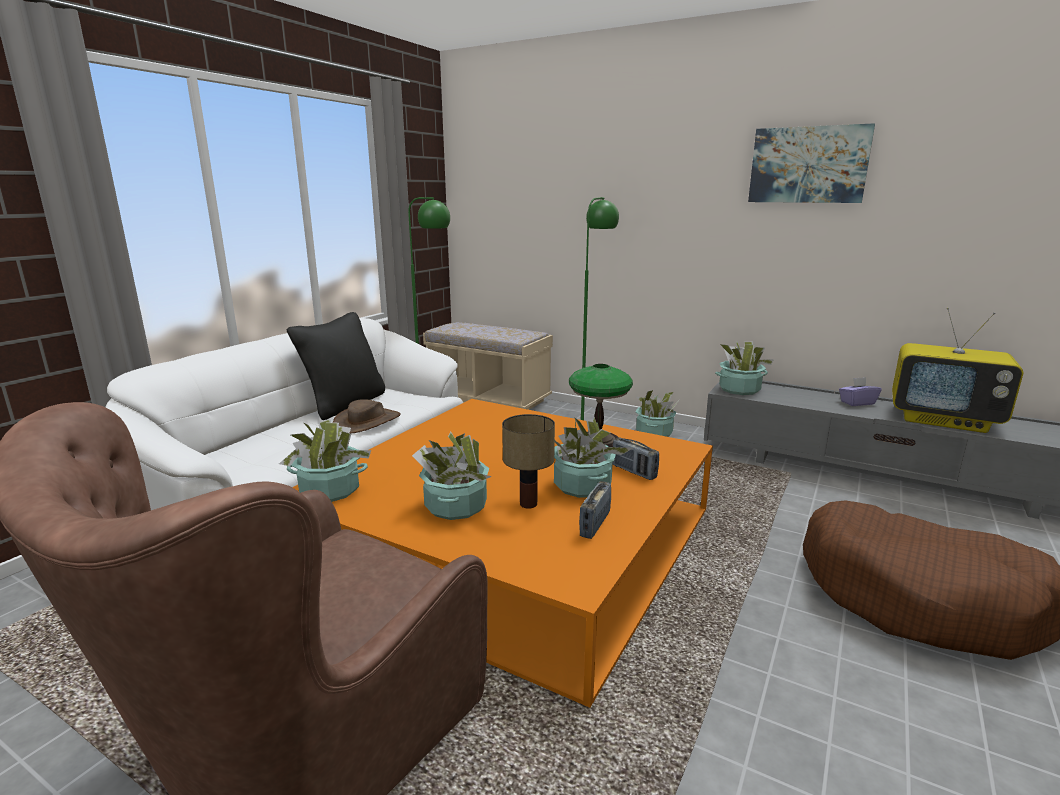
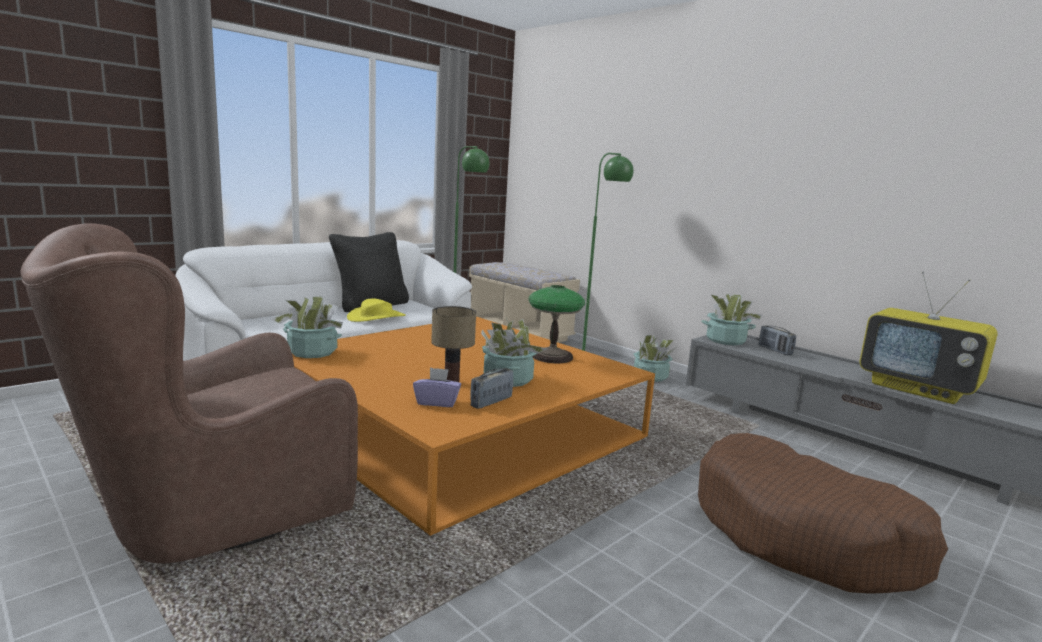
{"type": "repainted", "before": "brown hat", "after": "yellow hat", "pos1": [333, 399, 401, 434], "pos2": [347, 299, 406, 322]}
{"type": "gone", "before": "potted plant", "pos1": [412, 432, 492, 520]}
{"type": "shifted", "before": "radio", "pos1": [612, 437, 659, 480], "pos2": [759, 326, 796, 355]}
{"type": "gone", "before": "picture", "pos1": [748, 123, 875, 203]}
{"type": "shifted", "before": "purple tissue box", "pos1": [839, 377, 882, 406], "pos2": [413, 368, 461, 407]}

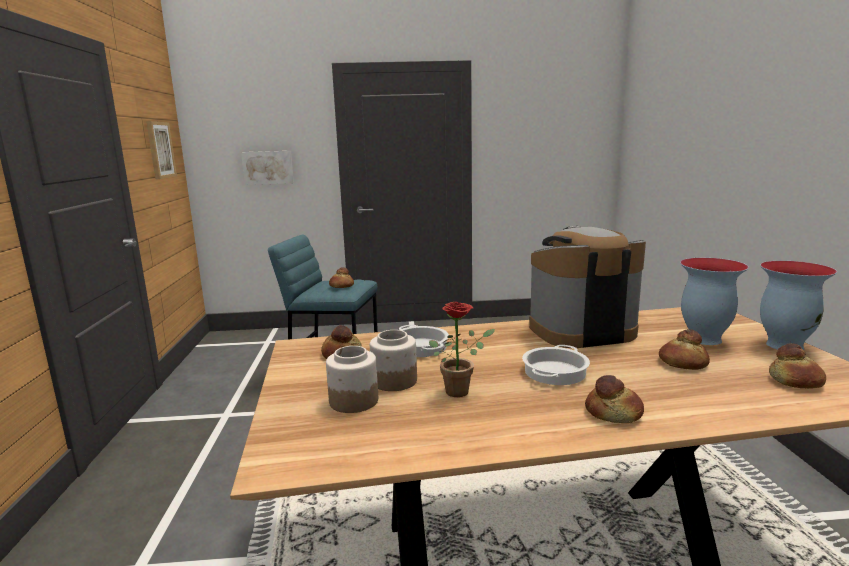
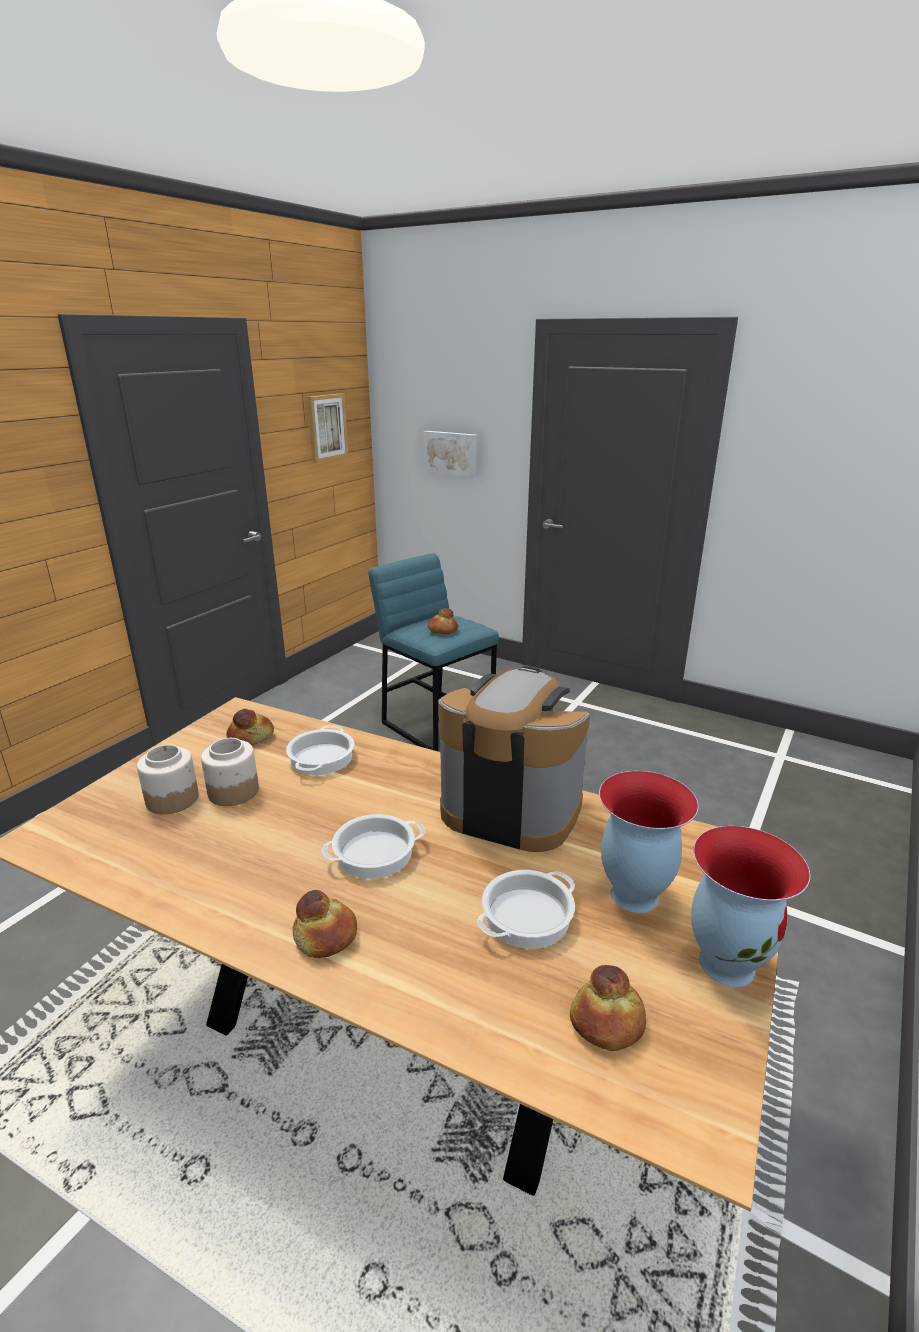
{"type": "gone", "before": "potted plant", "pos1": [429, 302, 495, 397]}
{"type": "swapped", "before": "bread", "after": "cooking pot", "pos1": [659, 329, 710, 370], "pos2": [477, 870, 575, 949]}

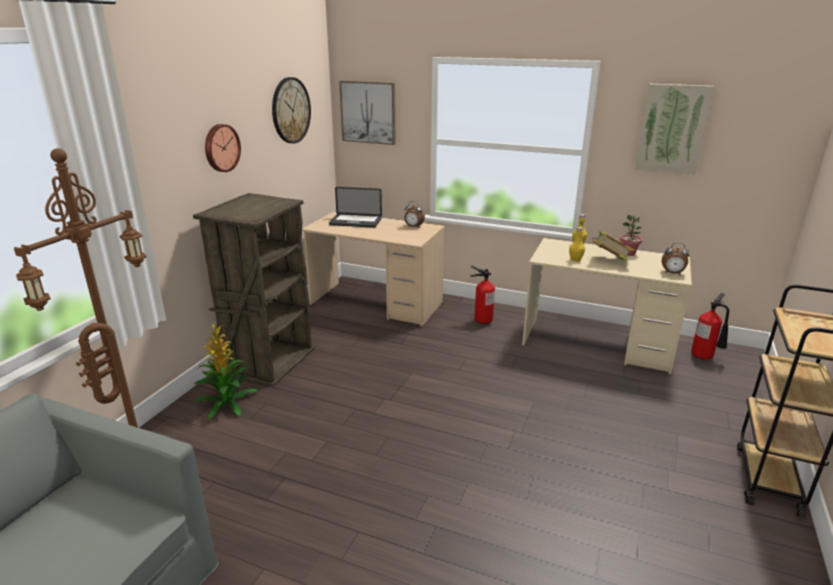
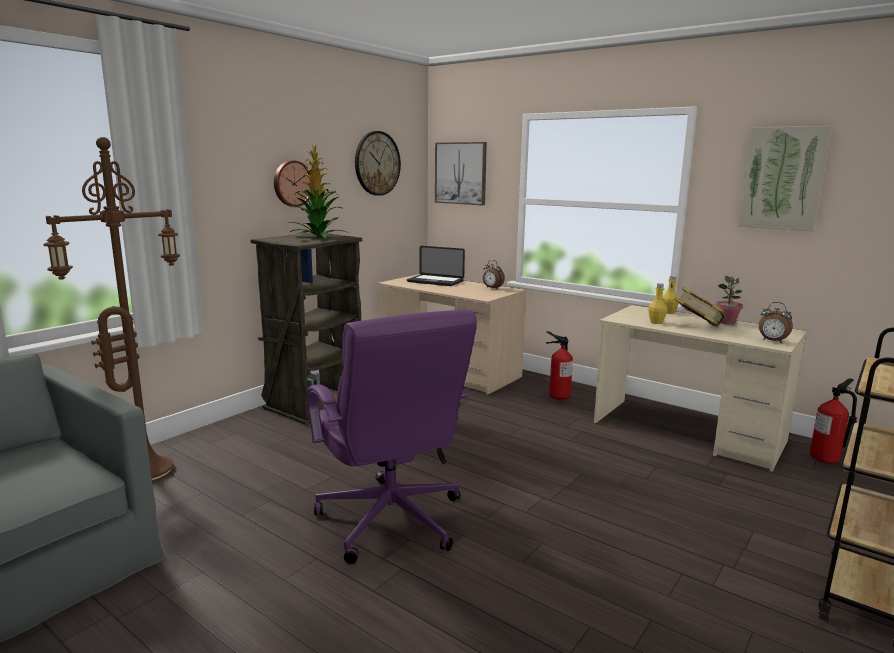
{"type": "shifted", "before": "potted plant", "pos1": [193, 322, 258, 419], "pos2": [290, 146, 346, 238]}
{"type": "new", "after": "purple office chair", "pos2": [307, 309, 477, 564]}

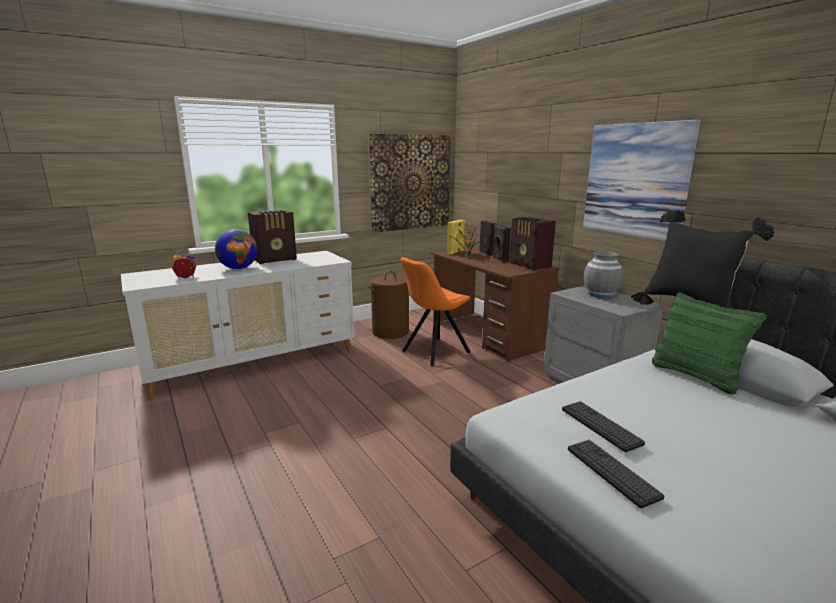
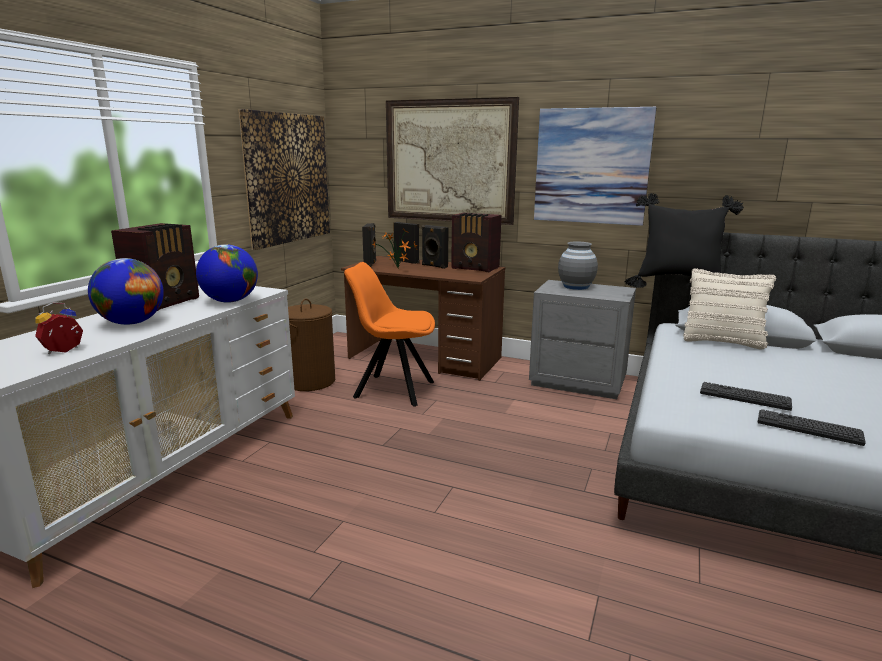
{"type": "rotated", "before": "orange chair", "pos1": [401, 257, 470, 366], "pos2": [344, 262, 435, 407], "turn": 90}
{"type": "repainted", "before": "yellow speaker", "after": "black speaker", "pos1": [447, 220, 465, 254], "pos2": [362, 223, 376, 267]}
{"type": "repainted", "before": "green pillow", "after": "beige pillow", "pos1": [652, 292, 767, 394], "pos2": [683, 268, 776, 349]}
{"type": "new", "after": "globe", "pos2": [196, 244, 258, 303]}
{"type": "new", "after": "picture", "pos2": [386, 97, 519, 225]}

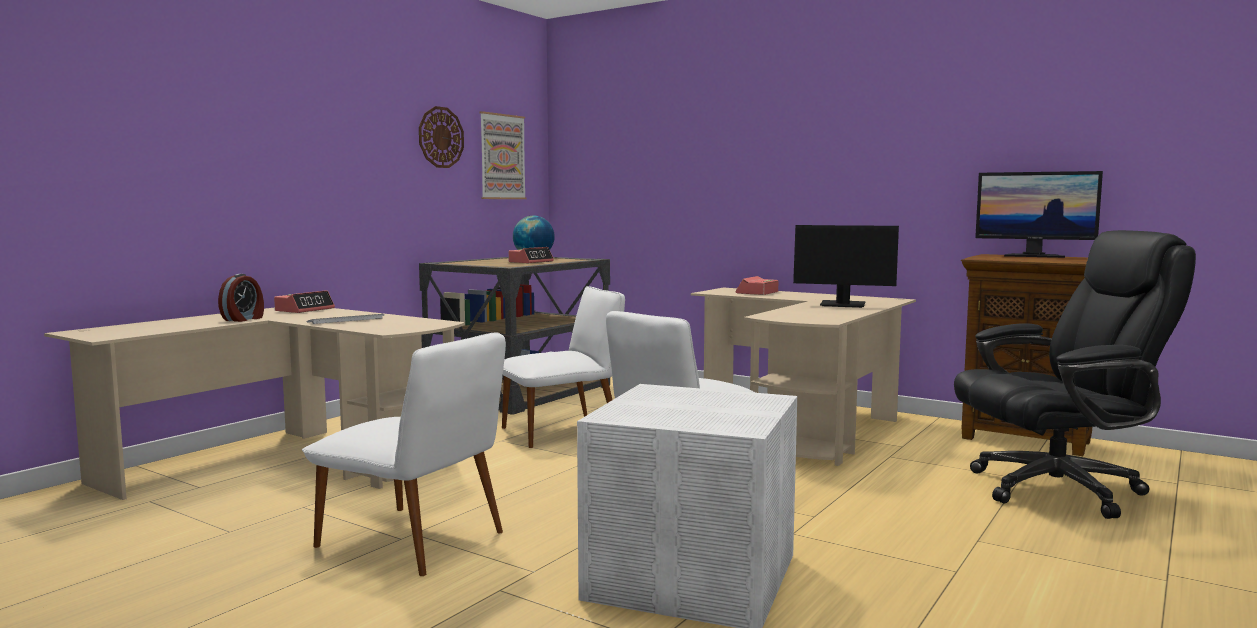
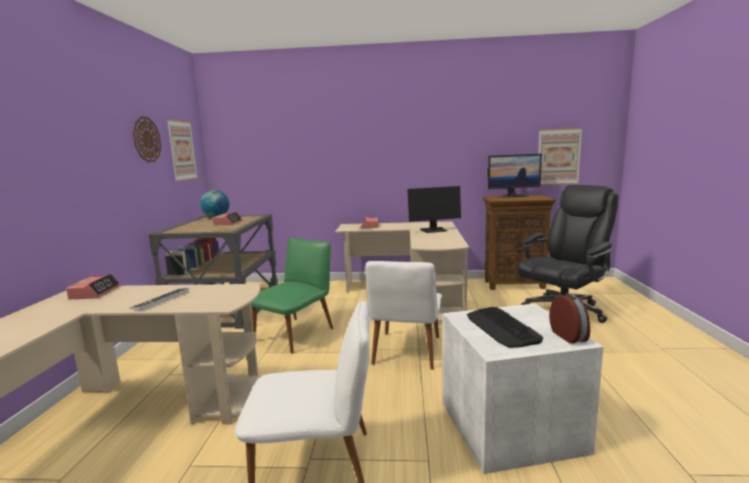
{"type": "shifted", "before": "alarm clock", "pos1": [218, 274, 264, 322], "pos2": [549, 293, 590, 344]}
{"type": "repainted", "before": "white chair", "after": "green chair", "pos1": [502, 286, 625, 448], "pos2": [251, 238, 333, 354]}
{"type": "new", "after": "keyboard", "pos2": [467, 307, 543, 348]}
{"type": "new", "after": "picture", "pos2": [538, 128, 582, 185]}

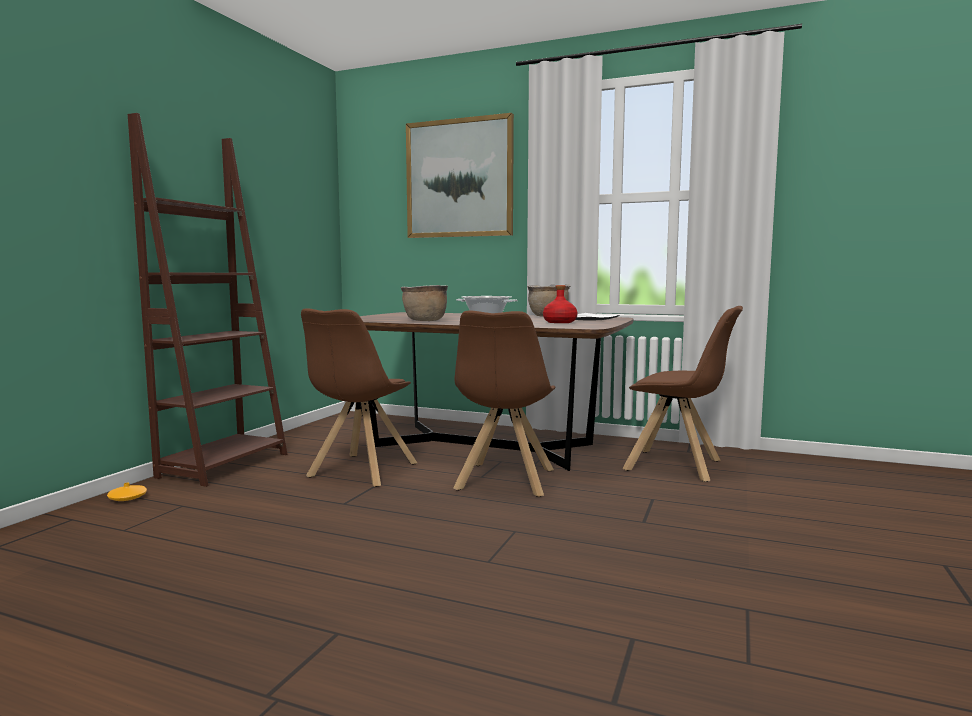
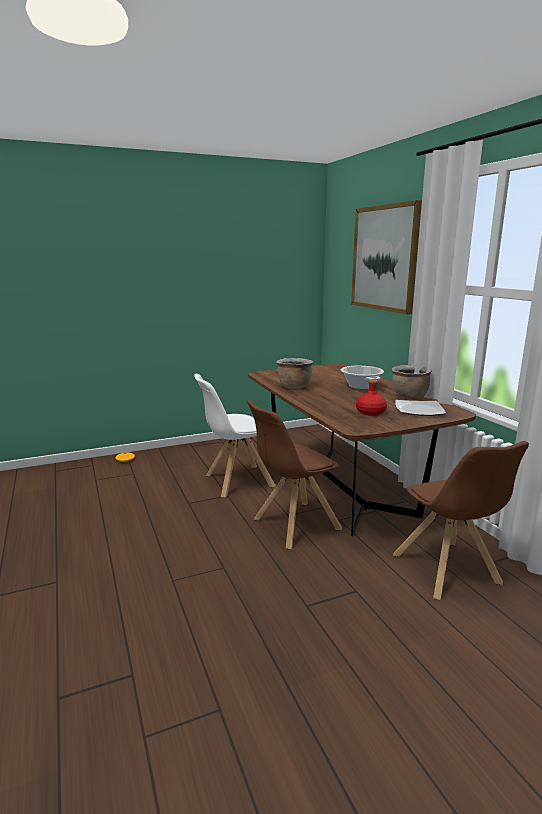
{"type": "gone", "before": "brown bookcase", "pos1": [128, 113, 288, 487]}
{"type": "repainted", "before": "brown chair", "after": "white chair", "pos1": [301, 308, 417, 487], "pos2": [194, 374, 276, 498]}

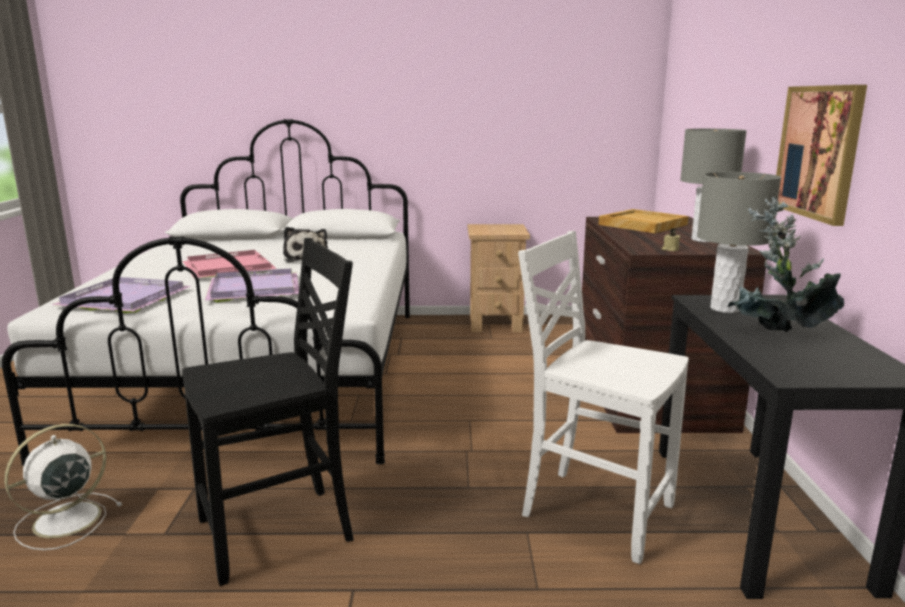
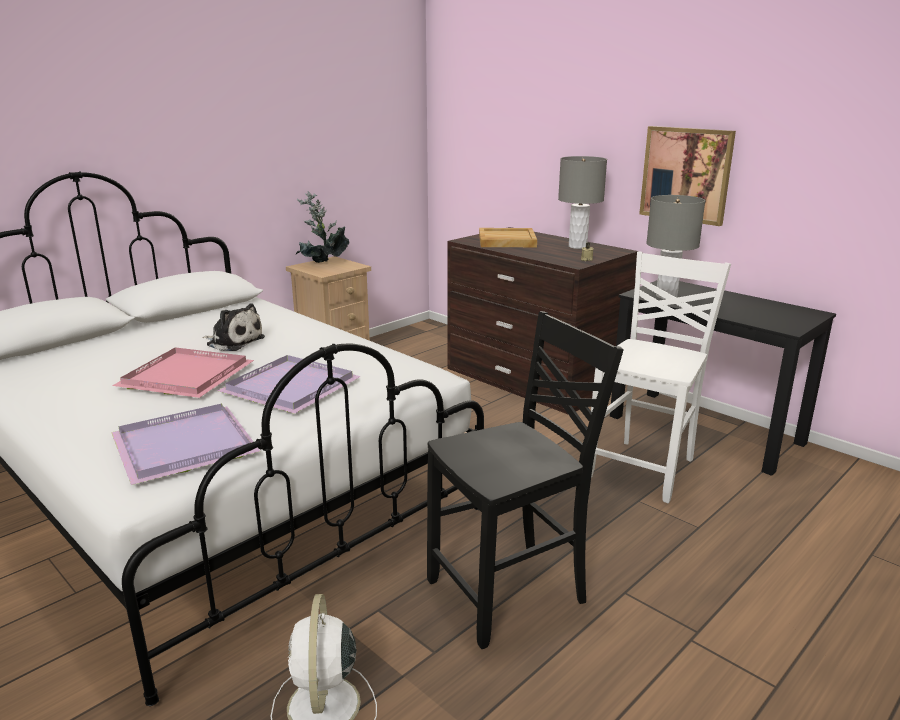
{"type": "rotated", "before": "black chair", "pos1": [182, 238, 354, 586], "pos2": [427, 311, 624, 649], "turn": 45}
{"type": "rotated", "before": "white chair", "pos1": [518, 231, 689, 564], "pos2": [591, 252, 731, 503], "turn": 135}
{"type": "shifted", "before": "potted plant", "pos1": [727, 197, 844, 332], "pos2": [295, 191, 349, 263]}

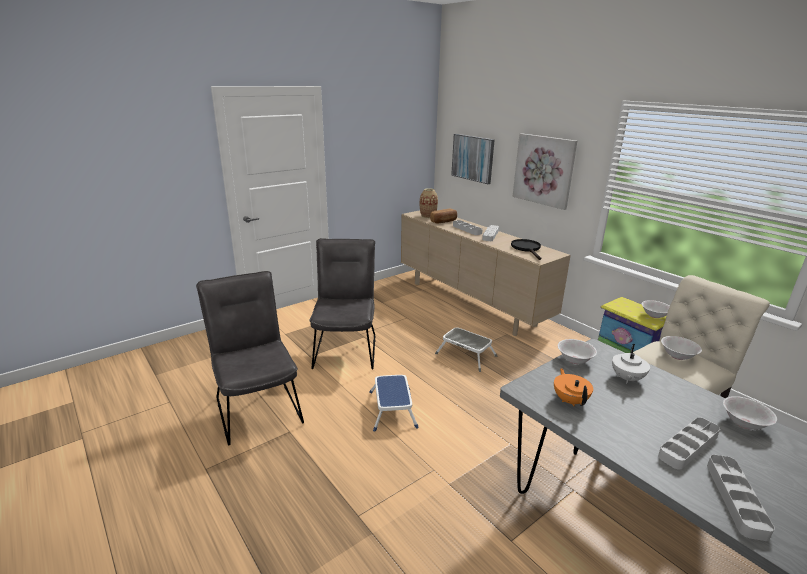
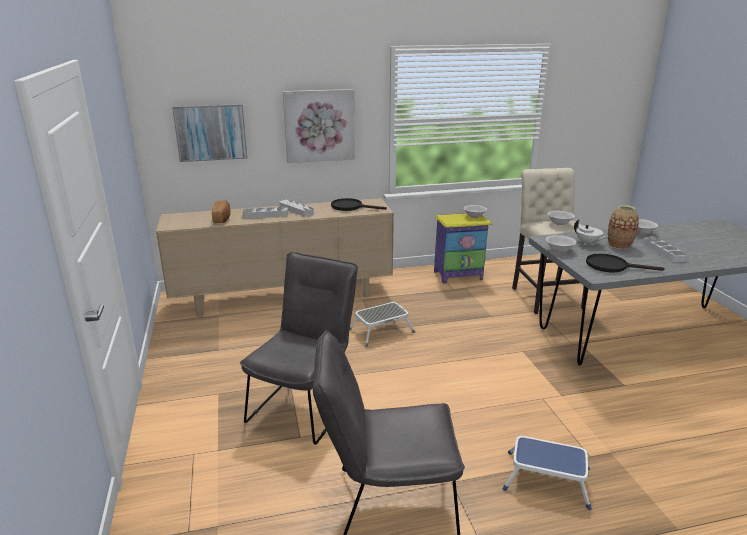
{"type": "rotated", "before": "grey chair", "pos1": [310, 238, 376, 370], "pos2": [240, 252, 358, 445], "turn": 90}
{"type": "shifted", "before": "blue step ladder", "pos1": [370, 375, 419, 432], "pos2": [502, 436, 591, 510]}
{"type": "shifted", "before": "vase", "pos1": [420, 188, 438, 218], "pos2": [608, 205, 639, 249]}
{"type": "swapped", "before": "orange teapot", "after": "black frying pan", "pos1": [554, 368, 593, 407], "pos2": [586, 254, 665, 273]}
{"type": "gone", "before": "grey tray", "pos1": [707, 454, 775, 541]}

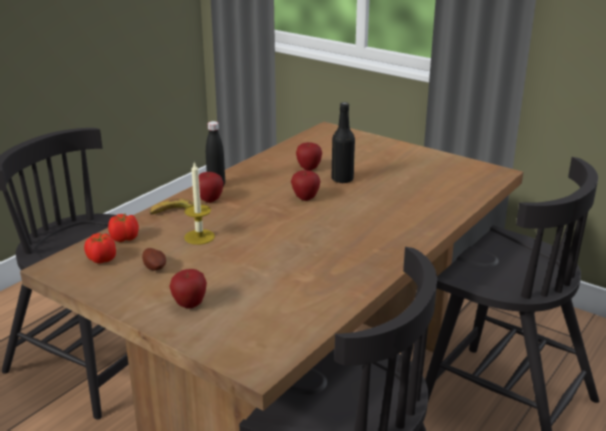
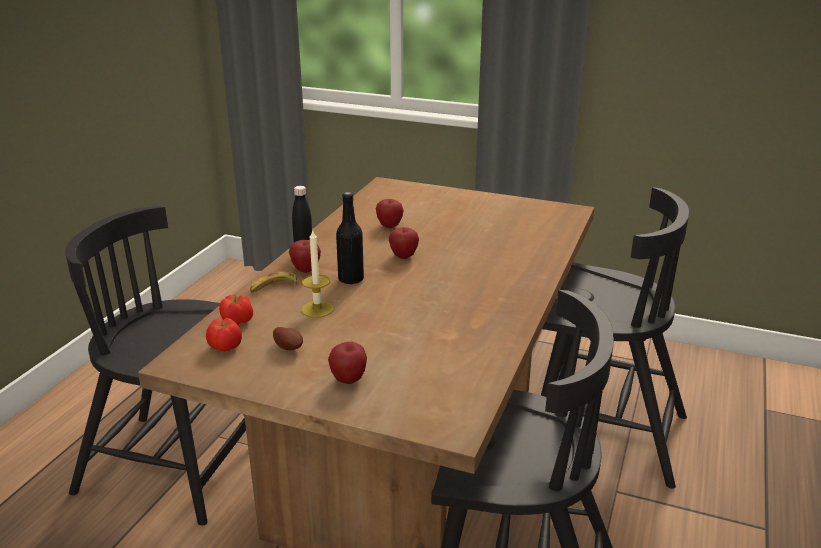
{"type": "shifted", "before": "black bottle", "pos1": [332, 102, 355, 184], "pos2": [336, 192, 364, 285]}

